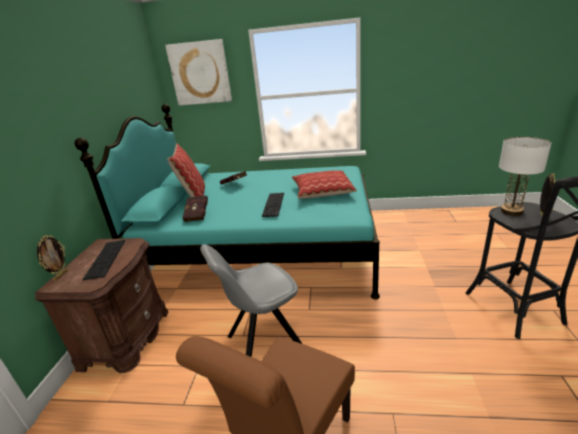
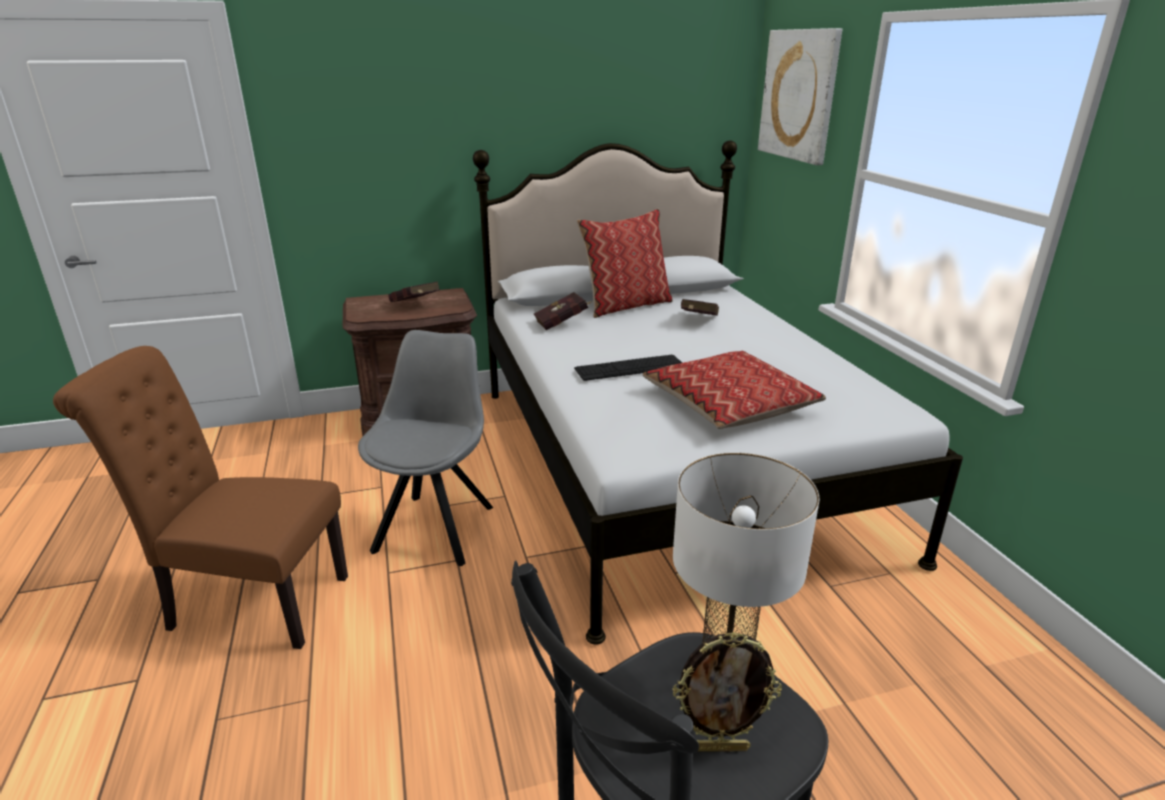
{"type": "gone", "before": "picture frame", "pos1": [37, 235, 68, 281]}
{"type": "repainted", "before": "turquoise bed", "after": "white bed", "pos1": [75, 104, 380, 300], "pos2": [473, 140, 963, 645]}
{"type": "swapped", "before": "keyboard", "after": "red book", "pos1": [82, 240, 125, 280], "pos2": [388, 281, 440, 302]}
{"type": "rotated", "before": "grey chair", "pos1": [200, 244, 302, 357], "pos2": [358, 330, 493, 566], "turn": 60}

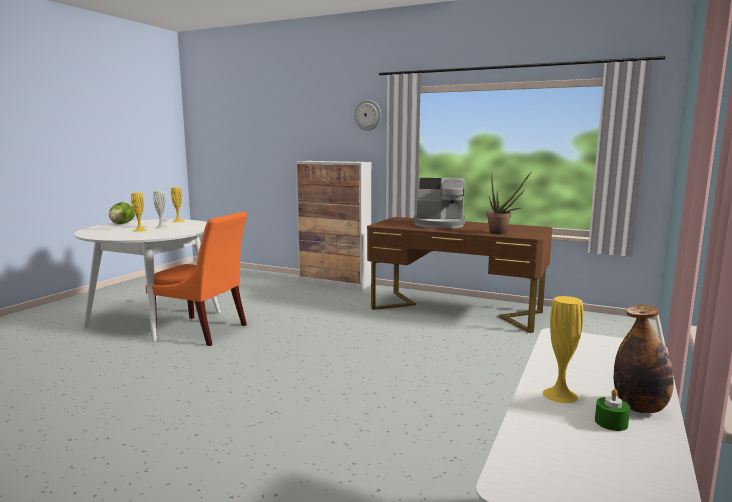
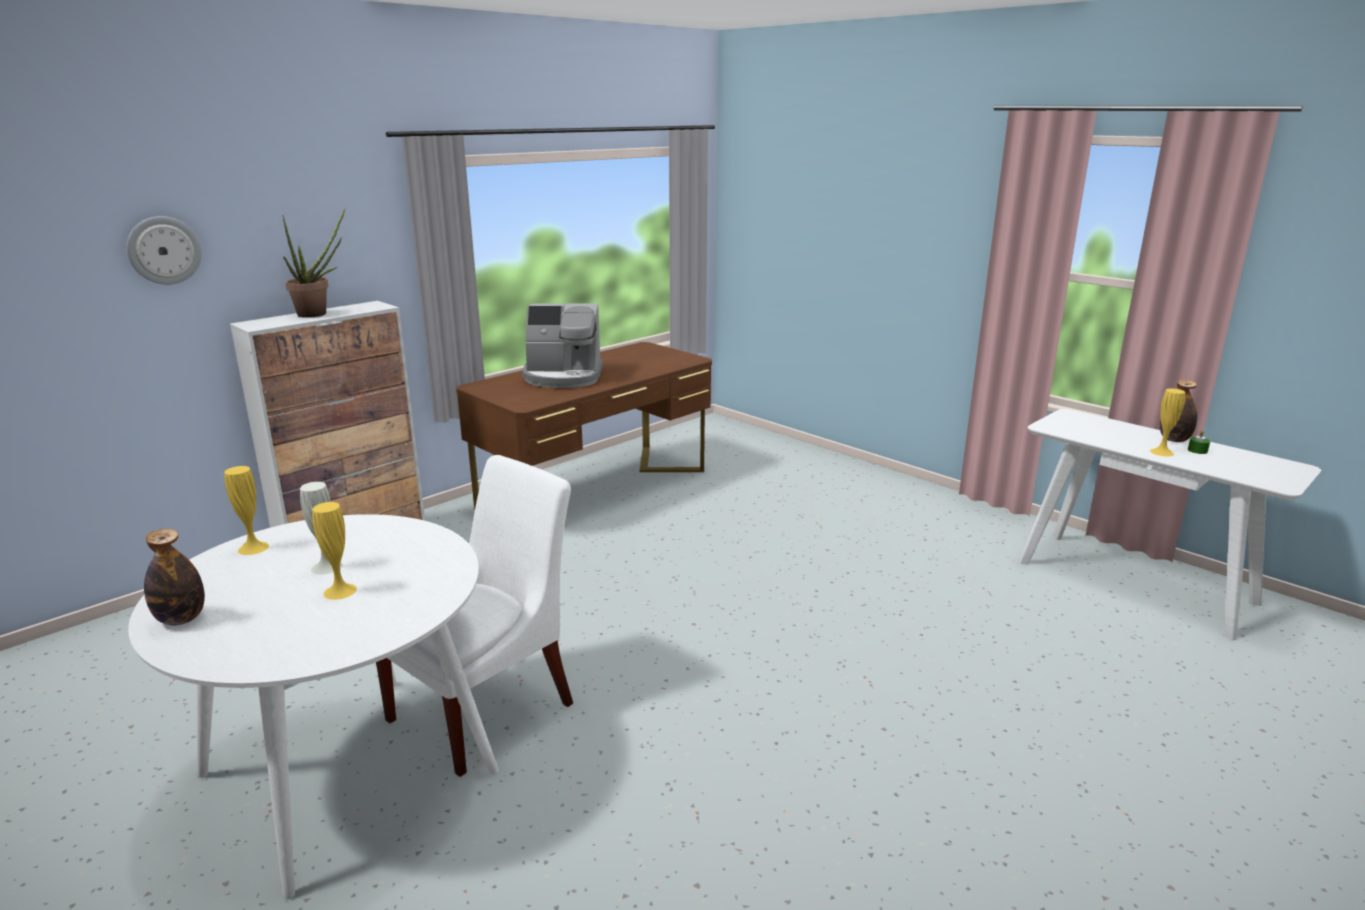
{"type": "swapped", "before": "lettuce", "after": "bottle", "pos1": [109, 202, 135, 224], "pos2": [144, 529, 205, 626]}
{"type": "repainted", "before": "orange chair", "after": "white chair", "pos1": [146, 212, 247, 346], "pos2": [376, 455, 573, 777]}
{"type": "shifted", "before": "wall clock", "pos1": [354, 99, 381, 131], "pos2": [127, 216, 202, 285]}
{"type": "rotated", "before": "coffee machine", "pos1": [413, 178, 465, 228], "pos2": [522, 303, 603, 388], "turn": 60}
{"type": "shifted", "before": "potted plant", "pos1": [487, 171, 532, 234], "pos2": [283, 208, 345, 318]}

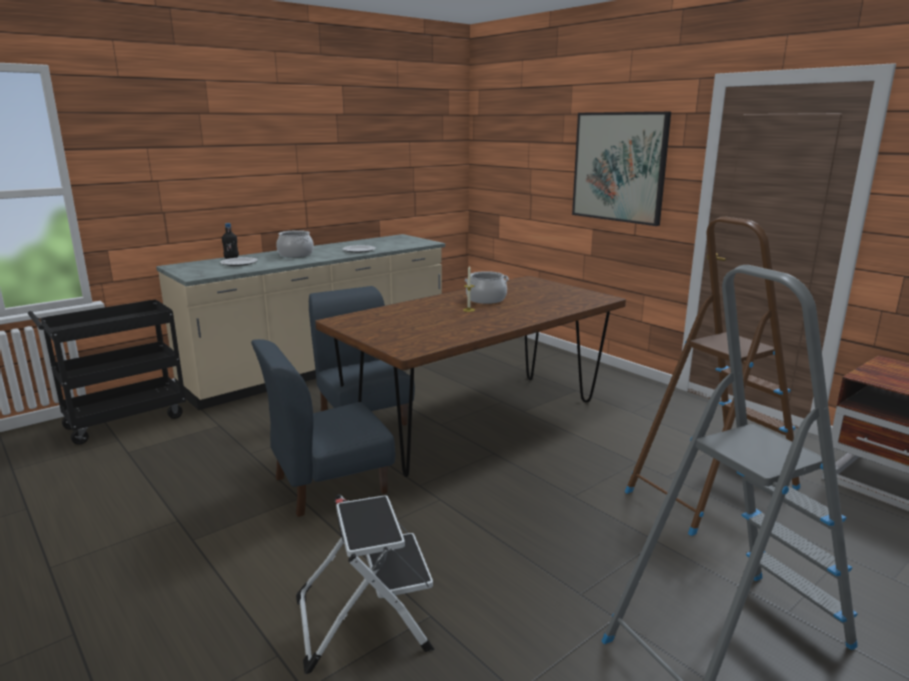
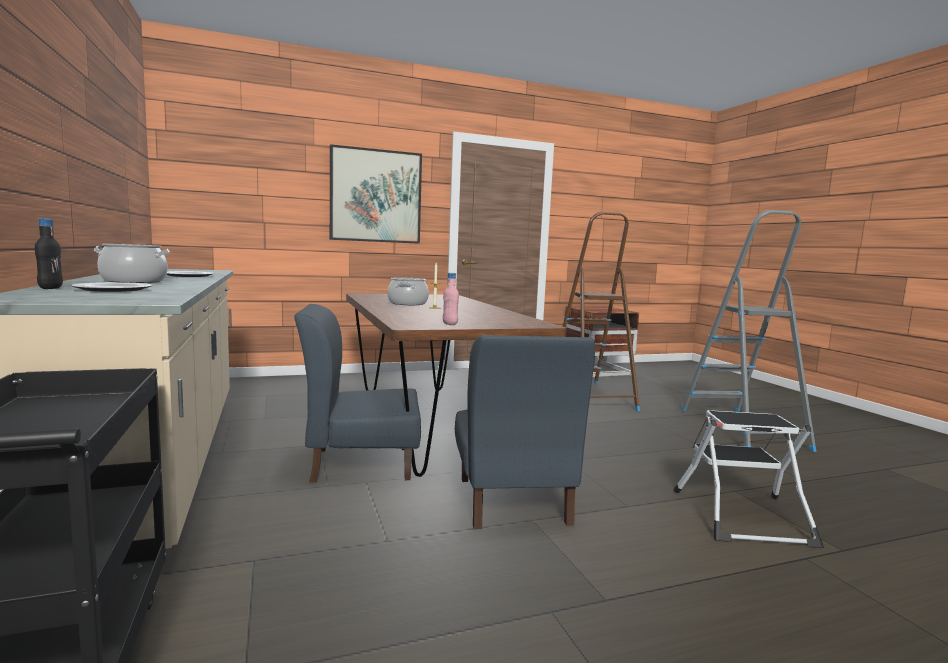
{"type": "new", "after": "pink bottle", "pos2": [443, 273, 459, 325]}

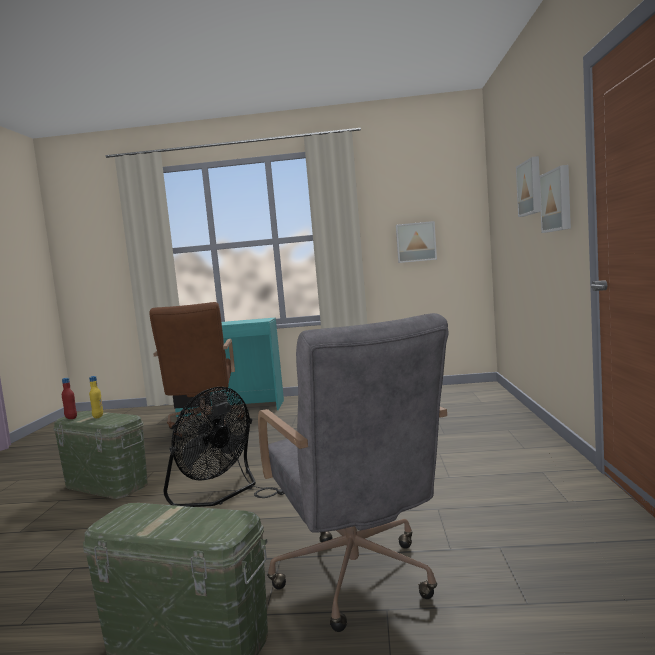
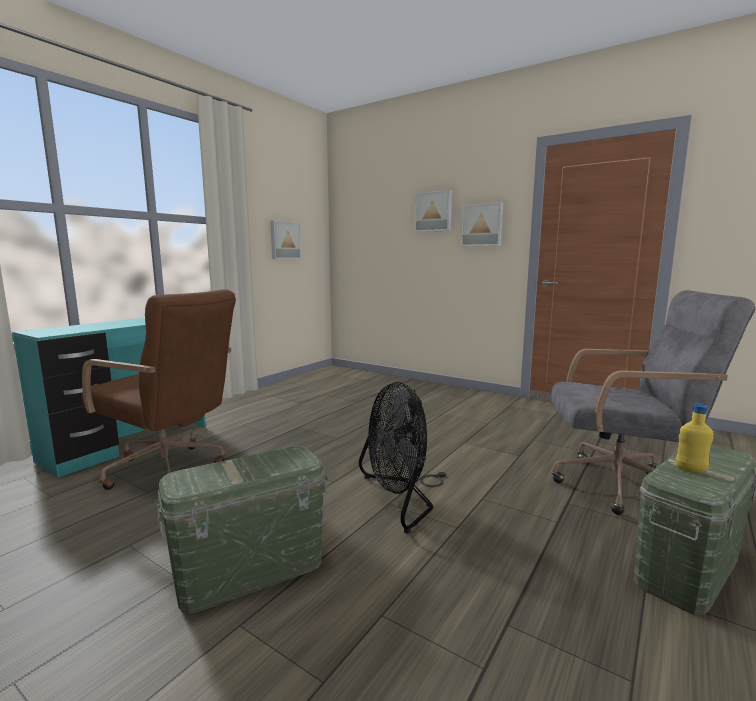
{"type": "gone", "before": "red bottle", "pos1": [62, 378, 77, 419]}
{"type": "shifted", "before": "yellow bottle", "pos1": [89, 376, 103, 419], "pos2": [675, 404, 714, 473]}

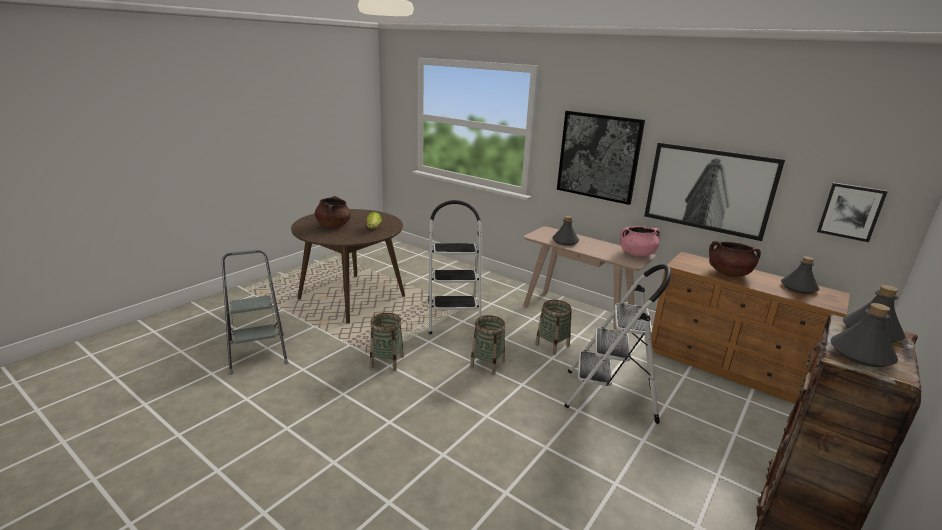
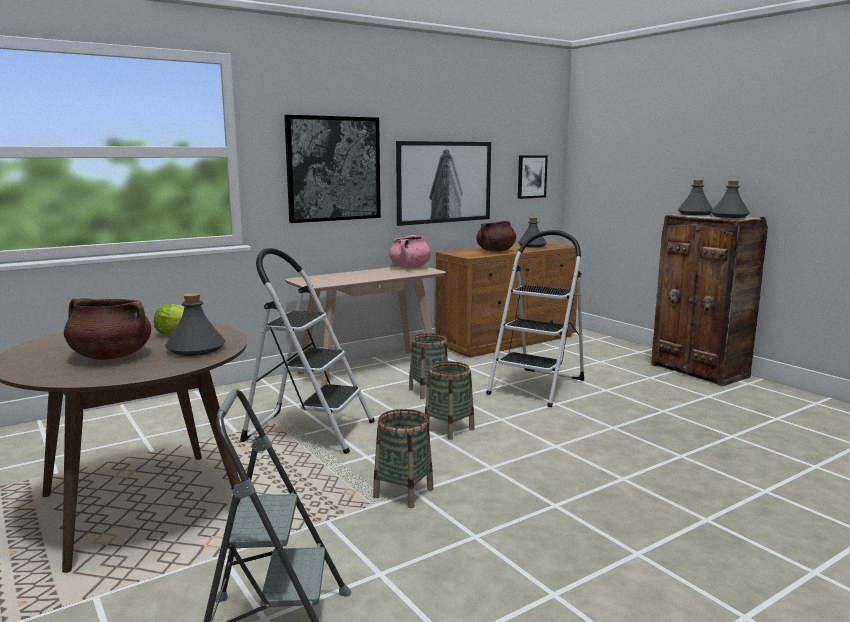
{"type": "shifted", "before": "grey bottle", "pos1": [552, 216, 579, 246], "pos2": [165, 293, 226, 356]}

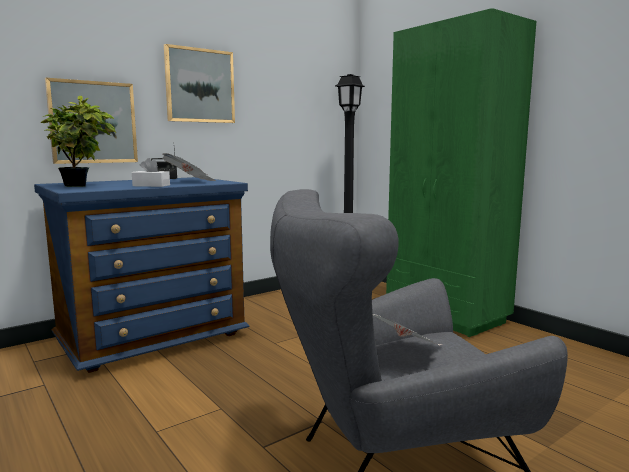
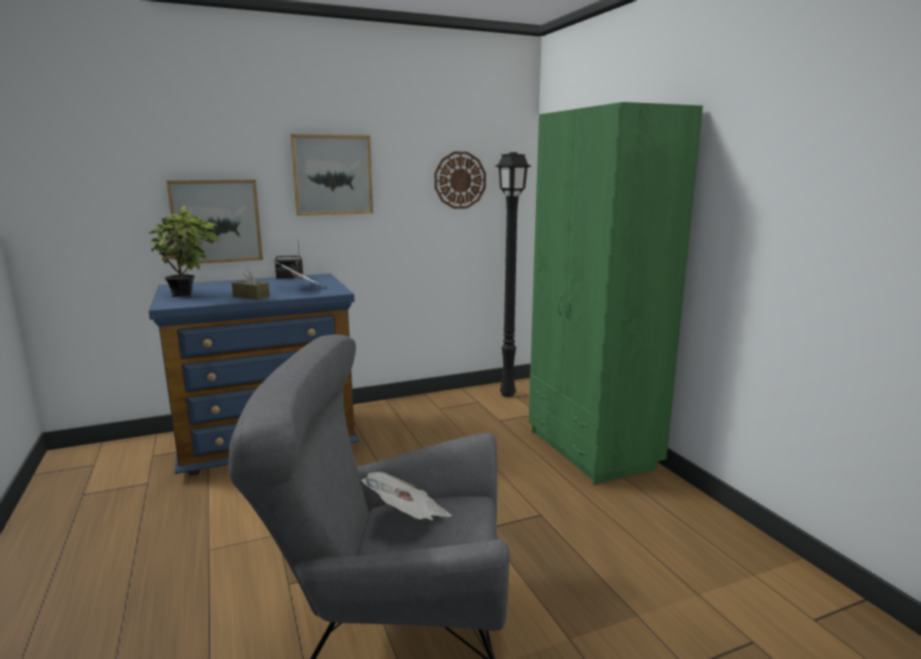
{"type": "repainted", "before": "white tissue box", "after": "brown tissue box", "pos1": [132, 158, 170, 187], "pos2": [232, 269, 270, 300]}
{"type": "new", "after": "wall clock", "pos2": [434, 152, 486, 209]}

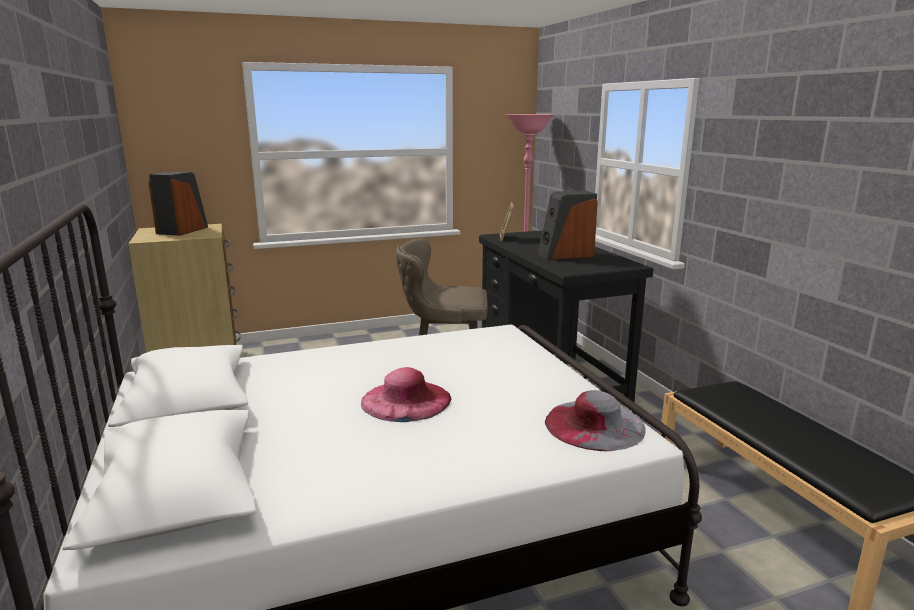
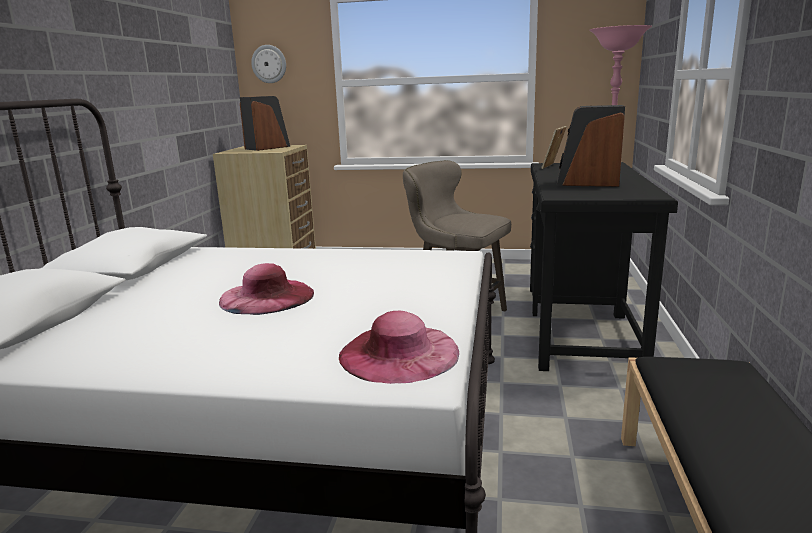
{"type": "repainted", "before": "grey hat", "after": "pink hat", "pos1": [545, 390, 646, 451], "pos2": [339, 311, 459, 384]}
{"type": "new", "after": "wall clock", "pos2": [251, 45, 286, 83]}

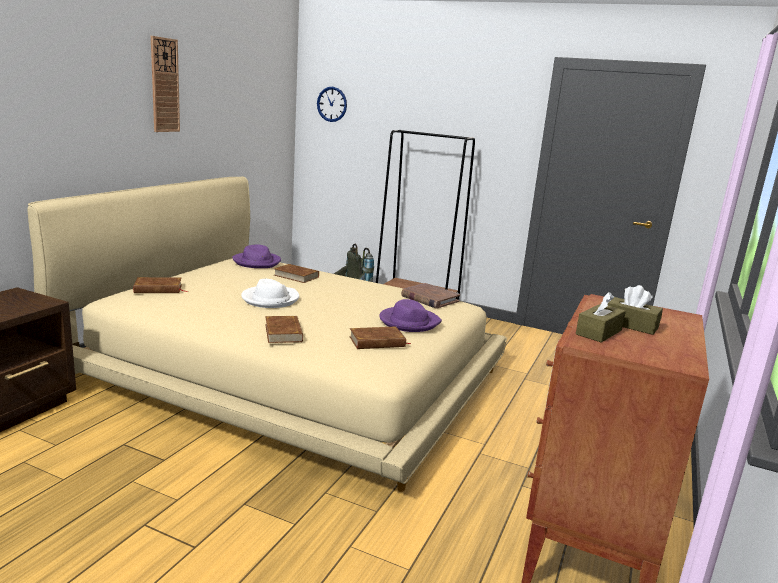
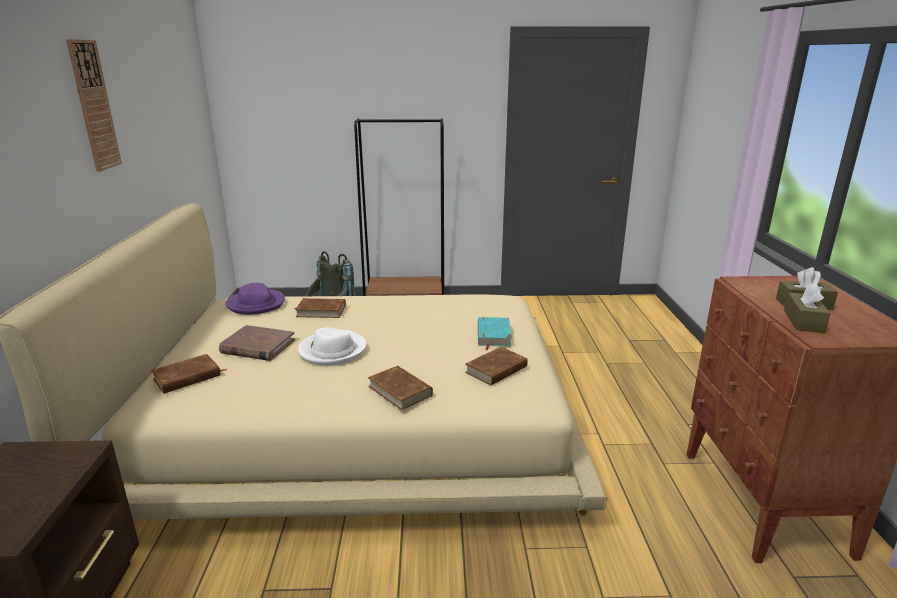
{"type": "gone", "before": "wall clock", "pos1": [317, 87, 347, 122]}
{"type": "swapped", "before": "purple hat", "after": "turquoise book", "pos1": [379, 299, 442, 332], "pos2": [478, 317, 512, 350]}
{"type": "shifted", "before": "brown book", "pos1": [401, 283, 460, 309], "pos2": [219, 325, 295, 361]}

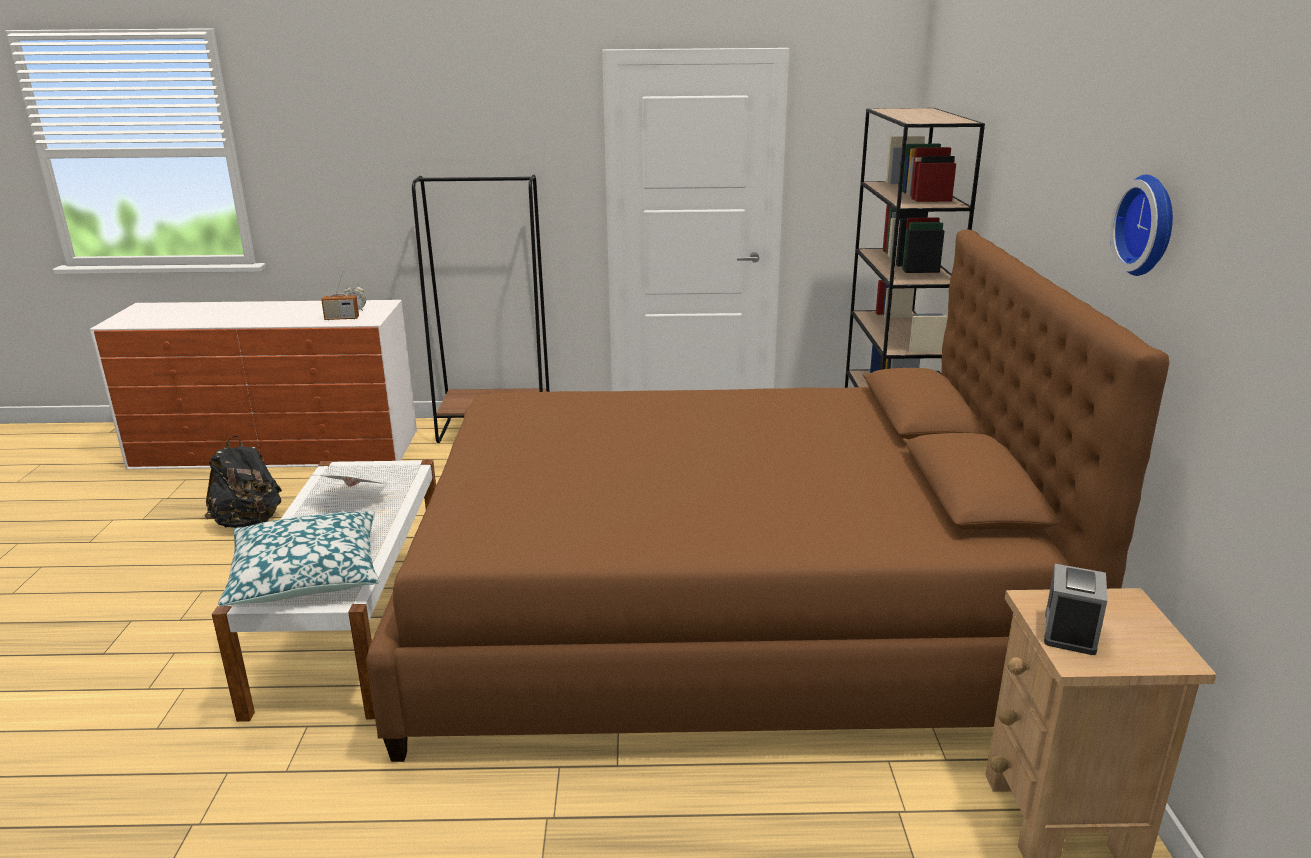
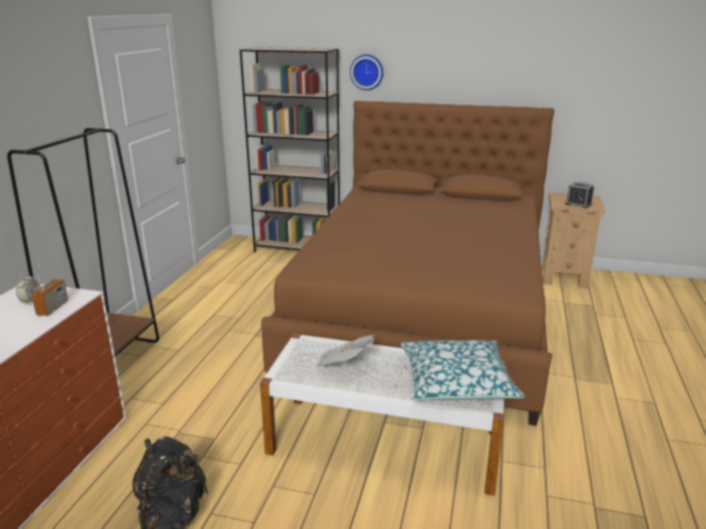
{"type": "shifted", "before": "wall clock", "pos1": [1110, 174, 1173, 276], "pos2": [350, 54, 383, 90]}

